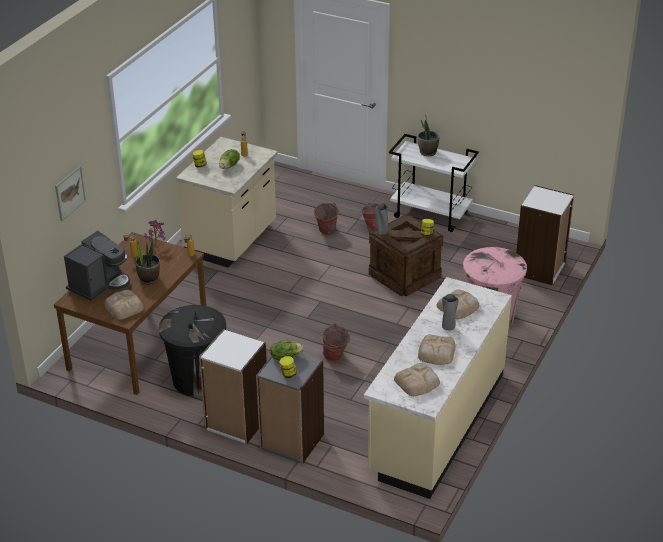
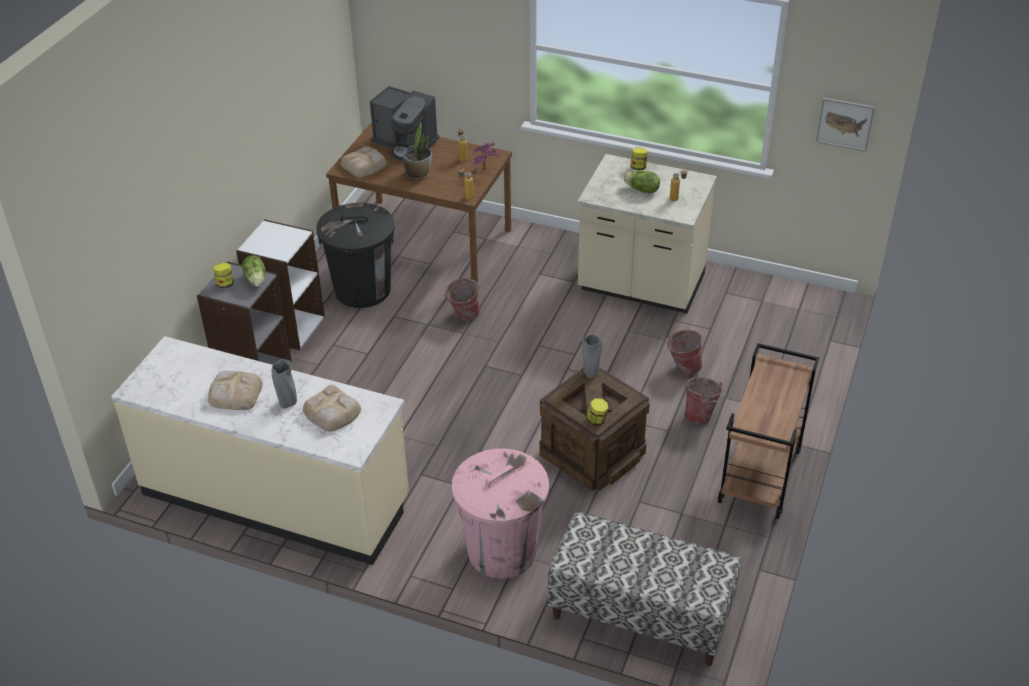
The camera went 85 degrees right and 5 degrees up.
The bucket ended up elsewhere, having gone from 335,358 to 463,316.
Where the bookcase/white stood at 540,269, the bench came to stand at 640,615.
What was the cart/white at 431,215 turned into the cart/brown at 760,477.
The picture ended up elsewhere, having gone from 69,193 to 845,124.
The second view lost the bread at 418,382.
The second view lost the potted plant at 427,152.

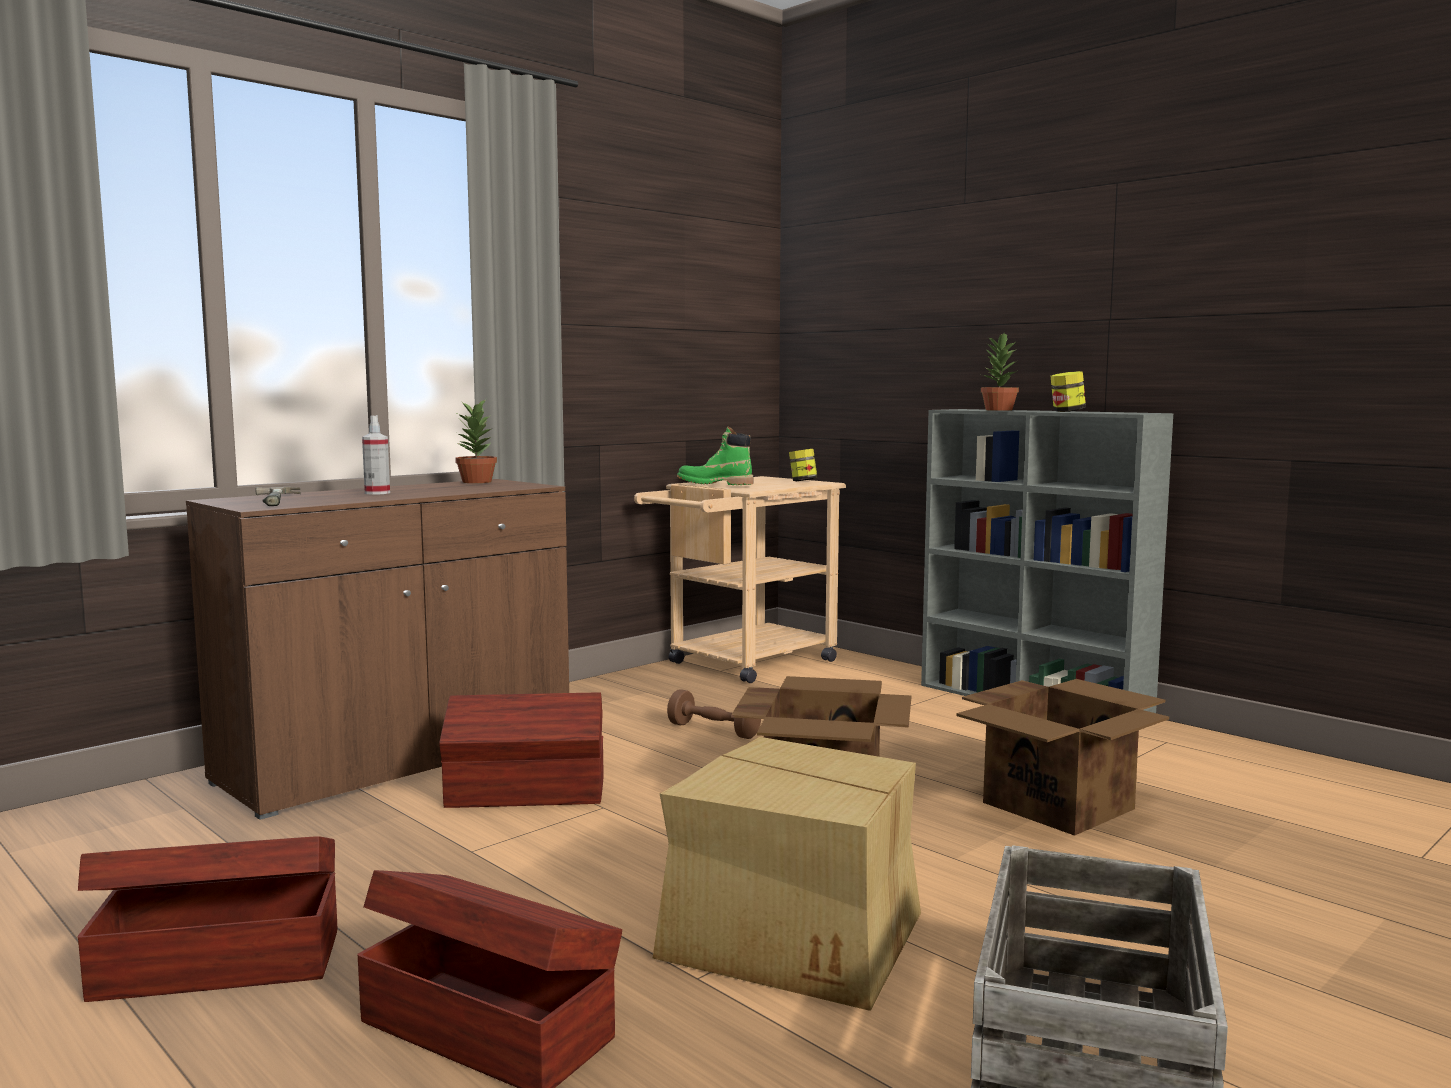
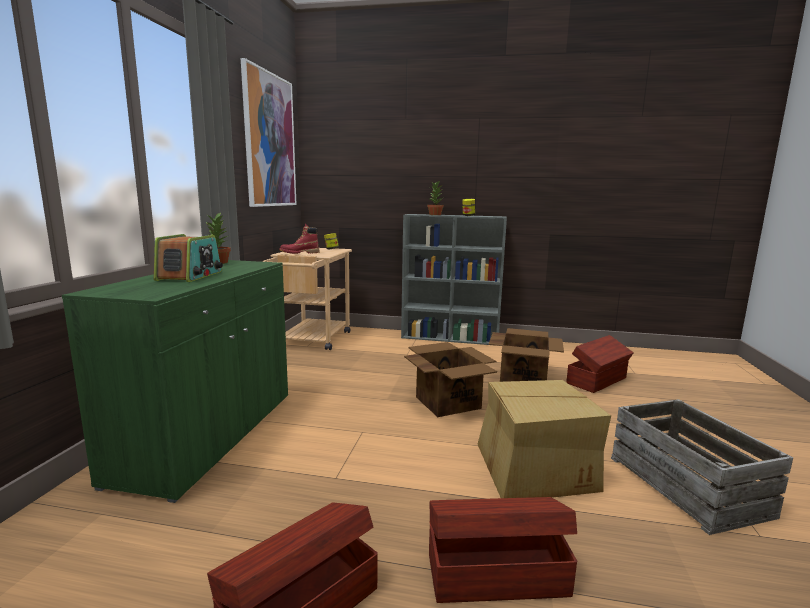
The camera went 35 degrees left and 5 degrees up.
What was the cabinet/brown at 399,760 turned into the cabinet/green at 209,435.
Where the spray bottle stood at 377,493, the radio came to stand at 190,276.
The second view gained the picture at 269,141.
What was the boot/green at 715,484 turned into the boot/red at 299,253.
The storage box/brown ended up elsewhere, having gone from 527,794 to 598,380.
The second view lost the hammer at 281,500.
The second view lost the dumbbell/brown at 713,730.

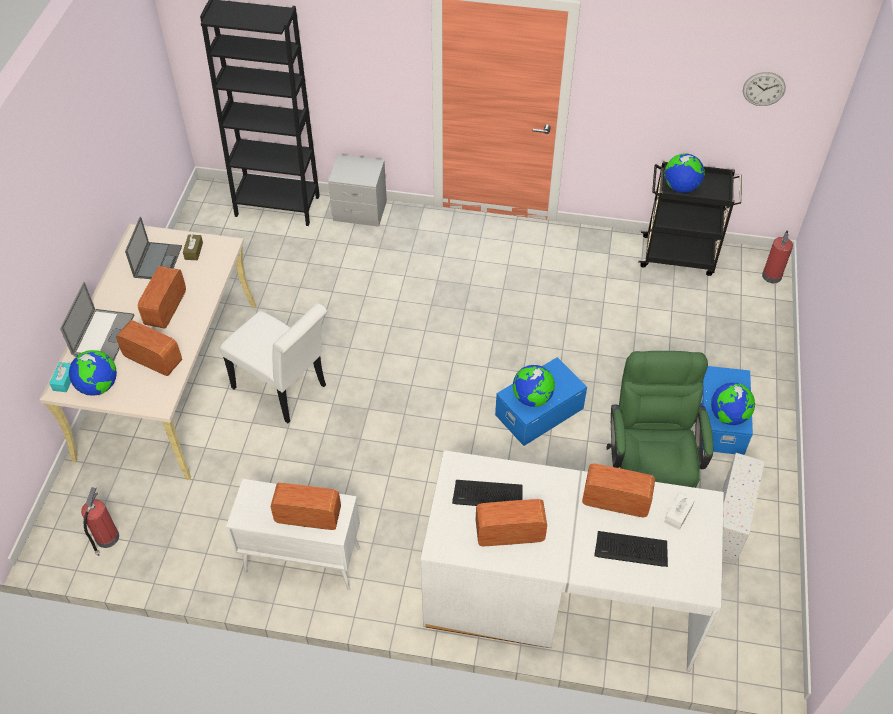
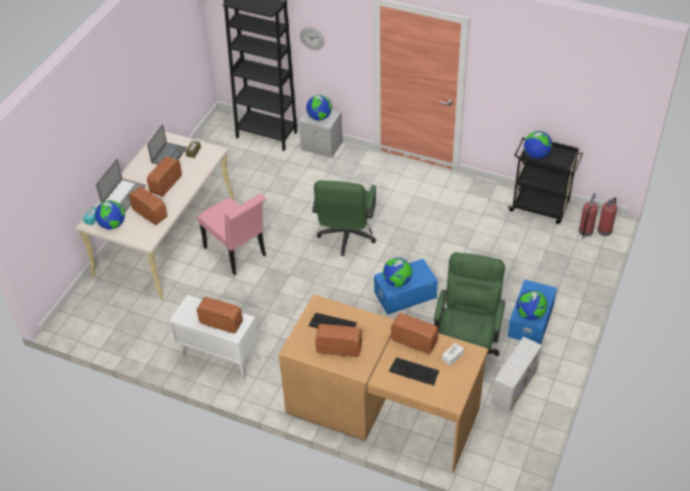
The camera went 15 degrees right and 5 degrees down.
What was the chair/white at 284,390 turned into the chair/pink at 237,254.
What was the desk/white at 561,593 turned into the desk/brown at 383,409.
The wall clock ended up elsewhere, having gone from 764,89 to 312,38.
The second view gained the globe at 319,117.
The second view gained the office chair/green at 346,237.
The fire extinguisher ended up elsewhere, having gone from 106,538 to 585,231.

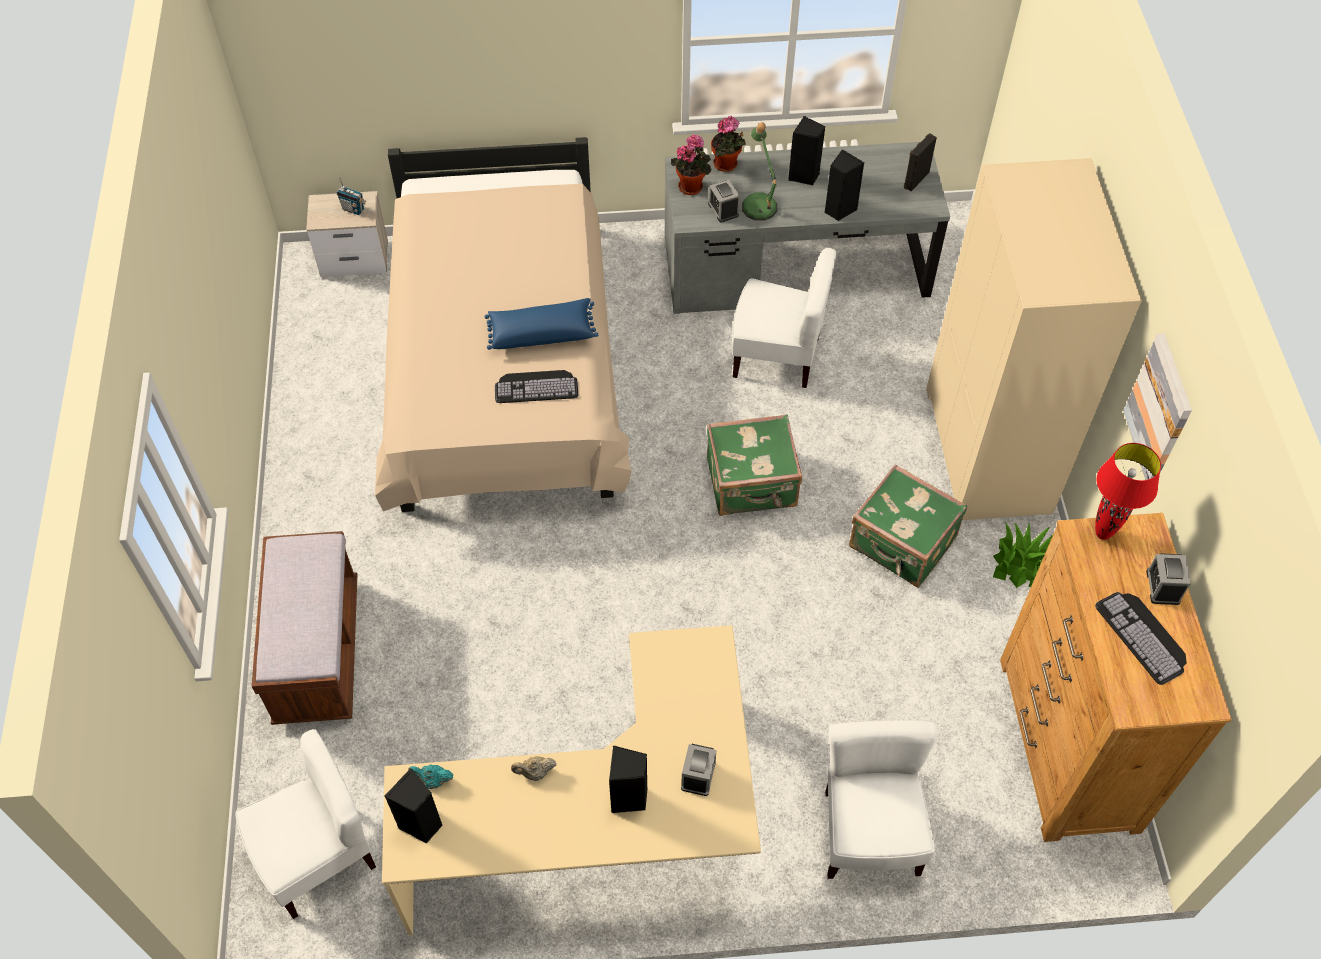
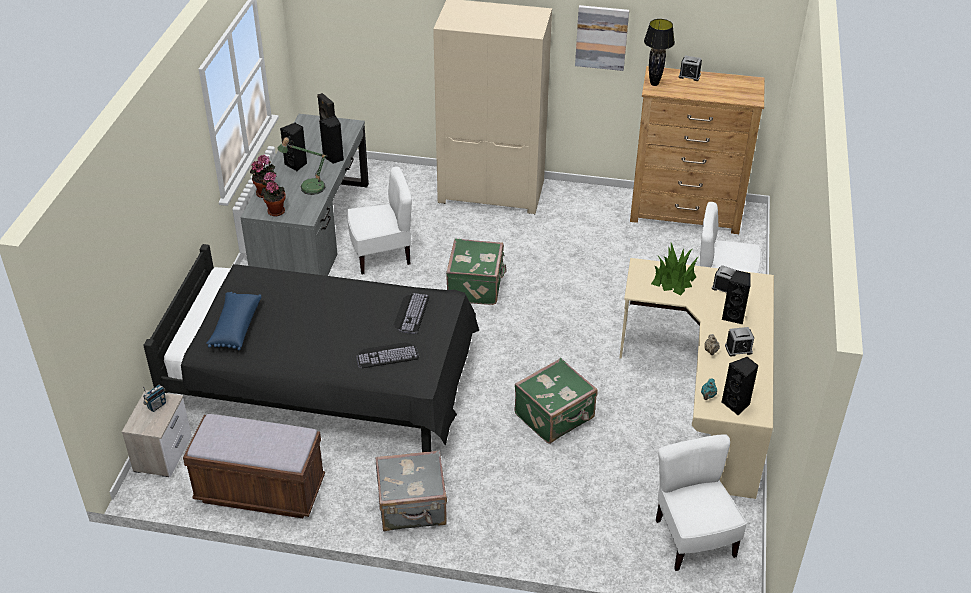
The camera went 75 degrees left and 15 degrees down.
What was the bed/beige at 504,372 turned into the bed/black at 327,384.
The bench/brown ended up elsewhere, having gone from 317,652 to 260,491.
The pillow/blue ended up elsewhere, having gone from 542,333 to 235,327.
The chair/white at 777,356 ended up facing another way, 45 degrees clockwise from before.
The keyboard ended up elsewhere, having gone from 1144,636 to 387,354.
The second view gained the suitcase/grey at 412,507.
The suitcase/green ended up elsewhere, having gone from 901,544 to 555,417.
What was the table lamp/red at 1102,533 turned into the table lamp/black at 654,84.
The potted plant ended up elsewhere, having gone from 1021,564 to 673,279.
The alarm clock ended up elsewhere, having gone from 723,209 to 738,349.

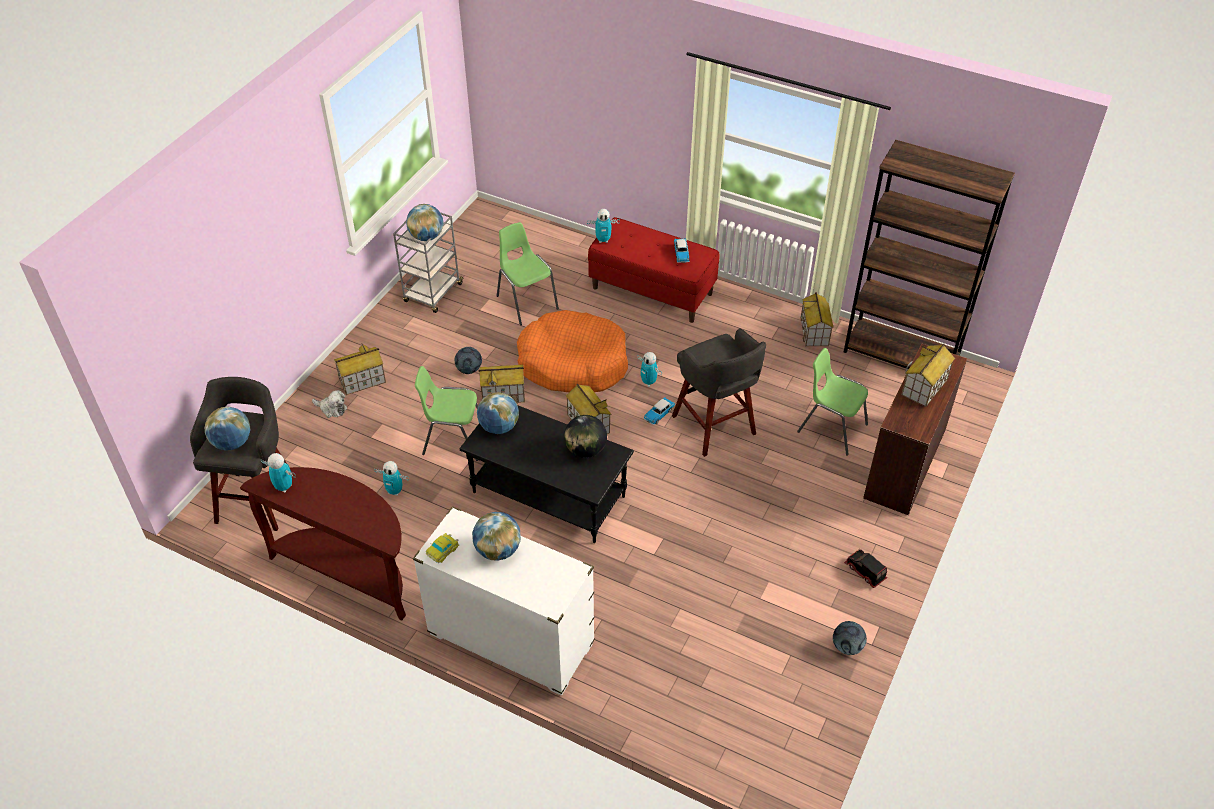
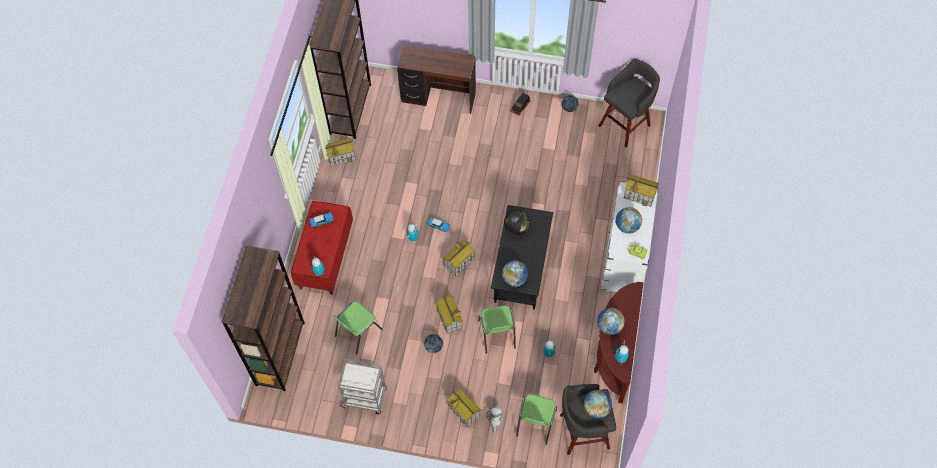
The camera went 105 degrees left and 15 degrees up.
The second view gained the bookcase/brown at 280,353.
The chair/green ended up elsewhere, having gone from 831,428 to 535,423.
The globe ended up elsewhere, having gone from 426,236 to 609,326.
The stool/grey ended up elsewhere, having gone from 715,427 to 625,124.
The toy house ended up elsewhere, having gone from 924,387 to 640,195.
The second view lost the dog bed/orange at 573,363.

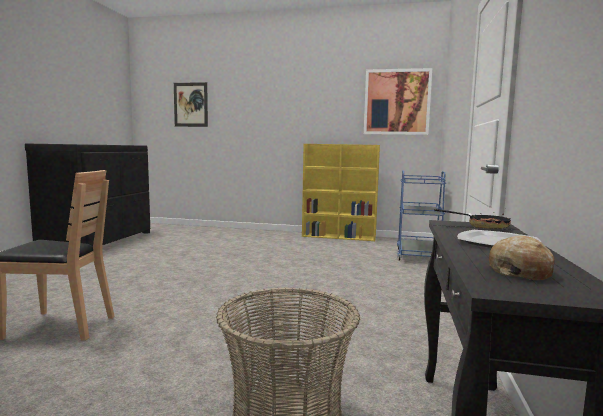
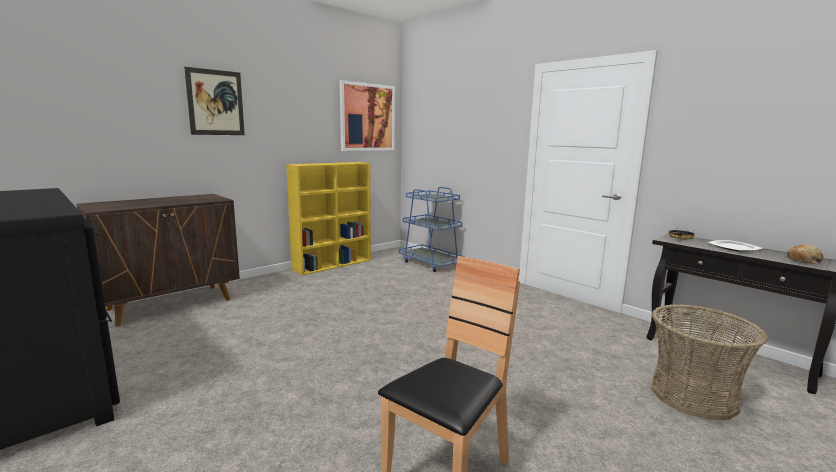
The camera went 55 degrees left and 5 degrees up.
The second view gained the cabinet/brown at 171,304.
The picture ended up elsewhere, having gone from 190,104 to 215,102.

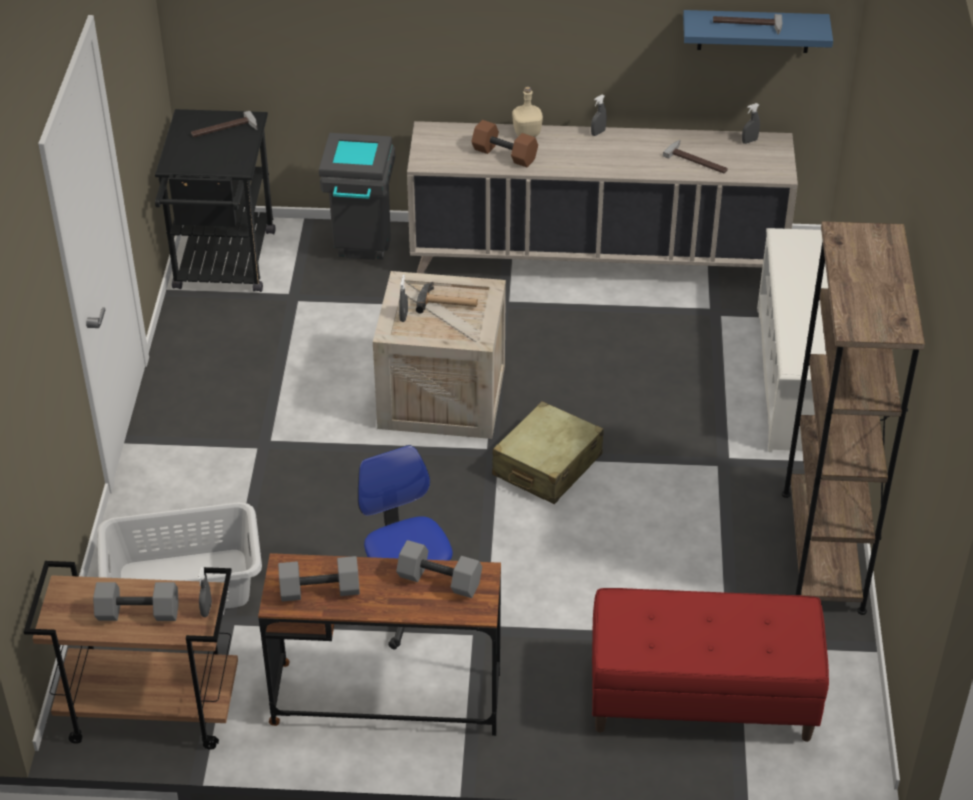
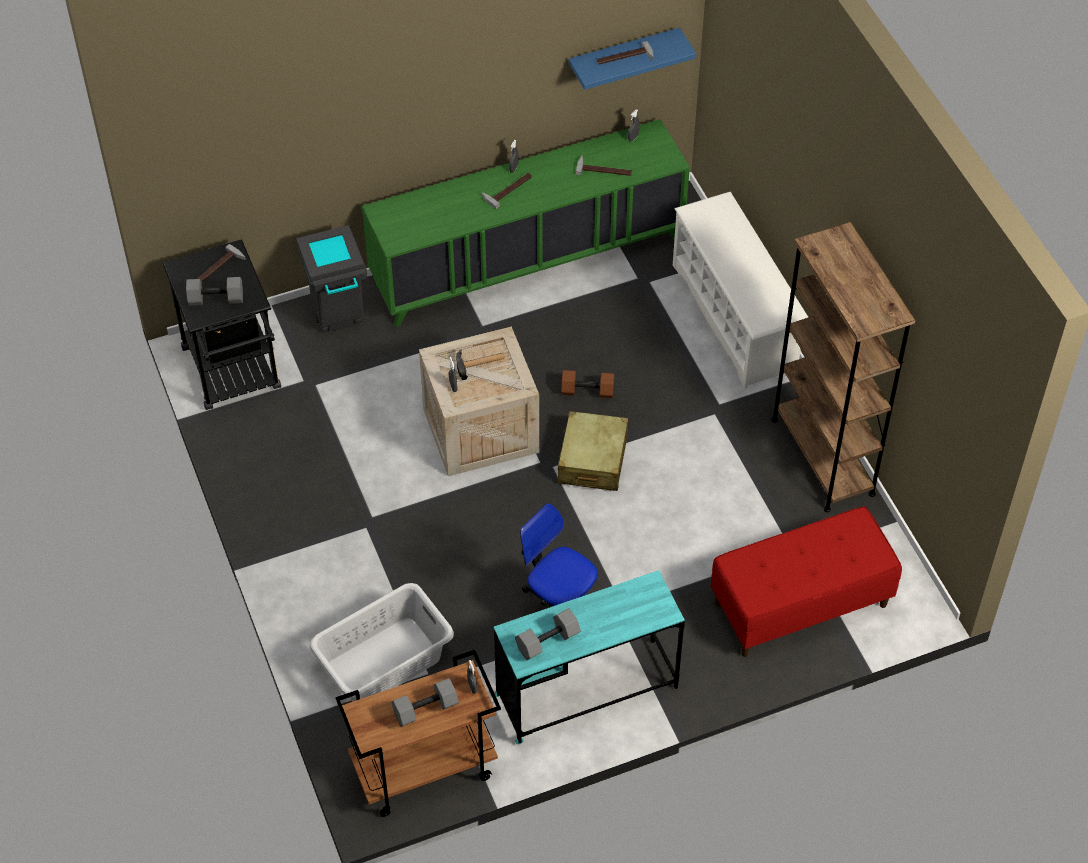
The camera went 25 degrees left and 10 degrees up.
The dumbbell/grey ended up elsewhere, having gone from 438,581 to 215,299.
What was the cabinet/beige at 596,258 turned into the cabinet/green at 527,262.
The second view gained the hammer at 508,188.
What was the desk/brown at 387,699 turned into the desk/turquoise at 586,691.
The dumbbell/brown ended up elsewhere, having gone from 505,154 to 588,390.
The second view lost the bottle/beige at 526,133.

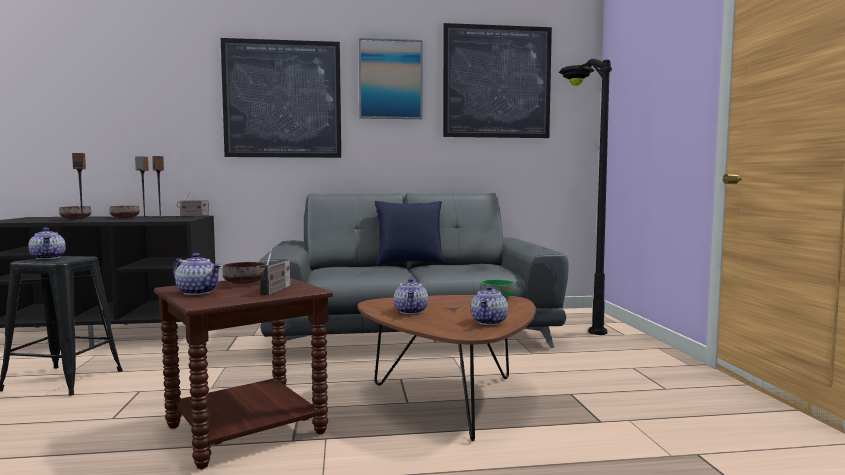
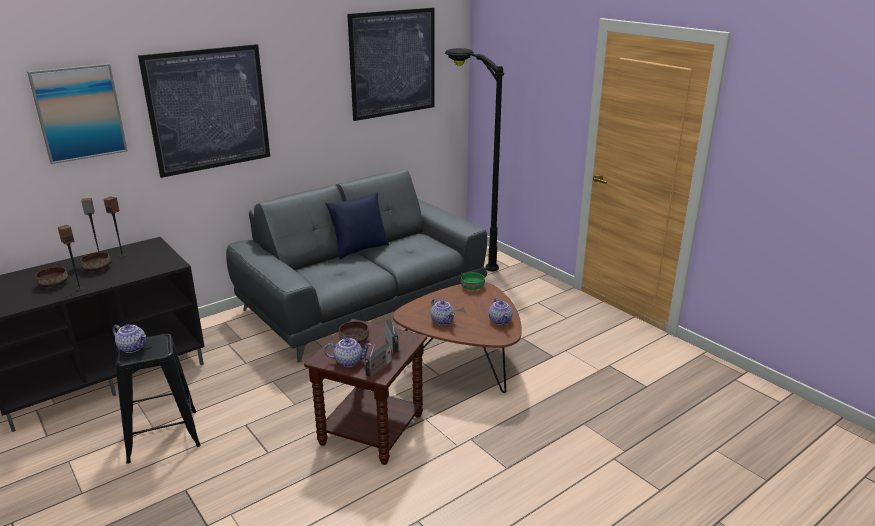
The camera went 30 degrees left and 20 degrees up.
The picture ended up elsewhere, having gone from 390,79 to 79,113.
The radio ended up elsewhere, having gone from 193,216 to 378,369.

